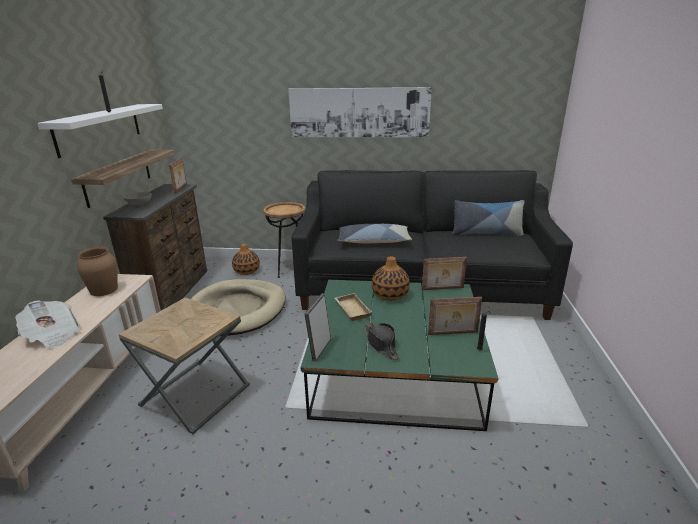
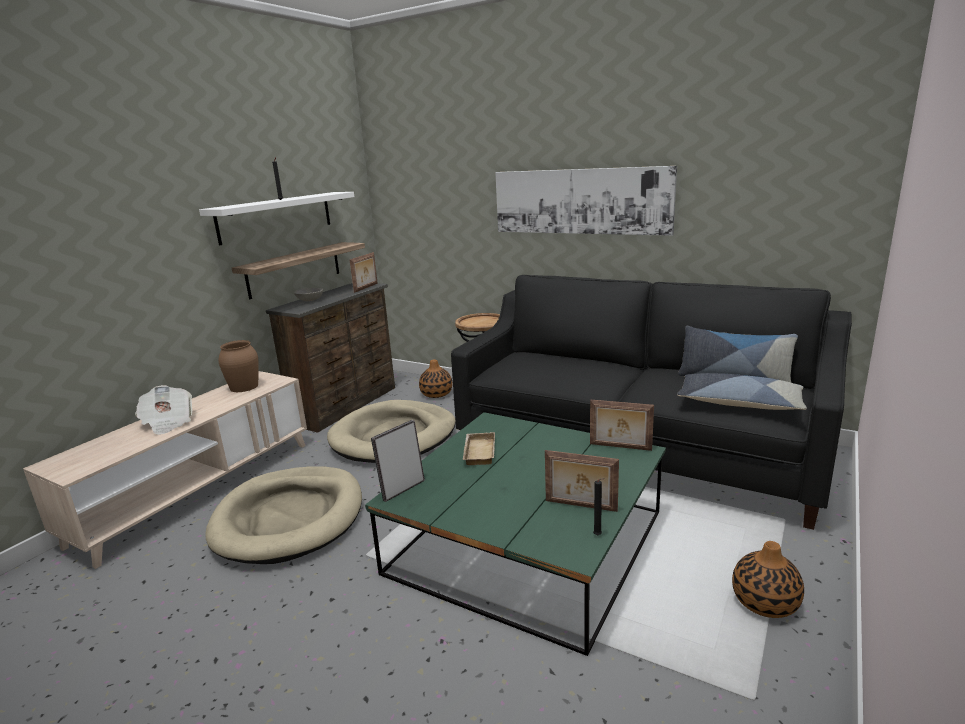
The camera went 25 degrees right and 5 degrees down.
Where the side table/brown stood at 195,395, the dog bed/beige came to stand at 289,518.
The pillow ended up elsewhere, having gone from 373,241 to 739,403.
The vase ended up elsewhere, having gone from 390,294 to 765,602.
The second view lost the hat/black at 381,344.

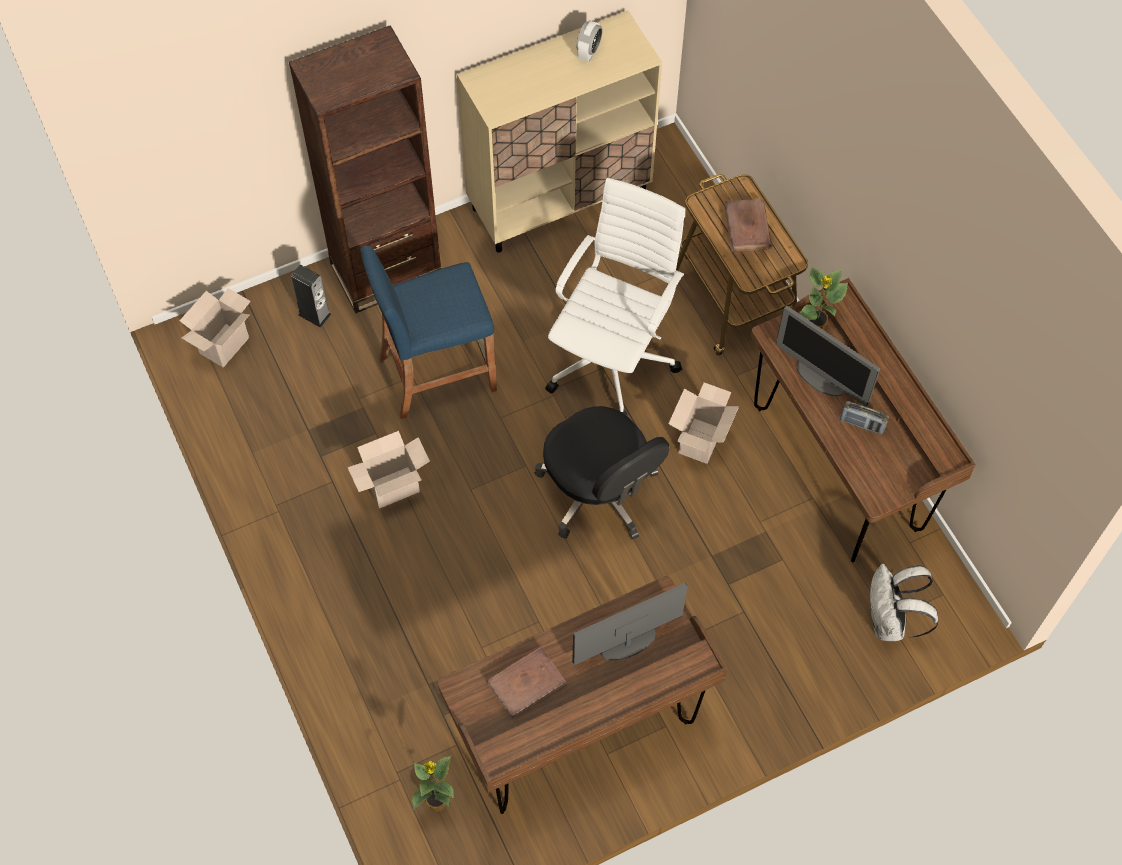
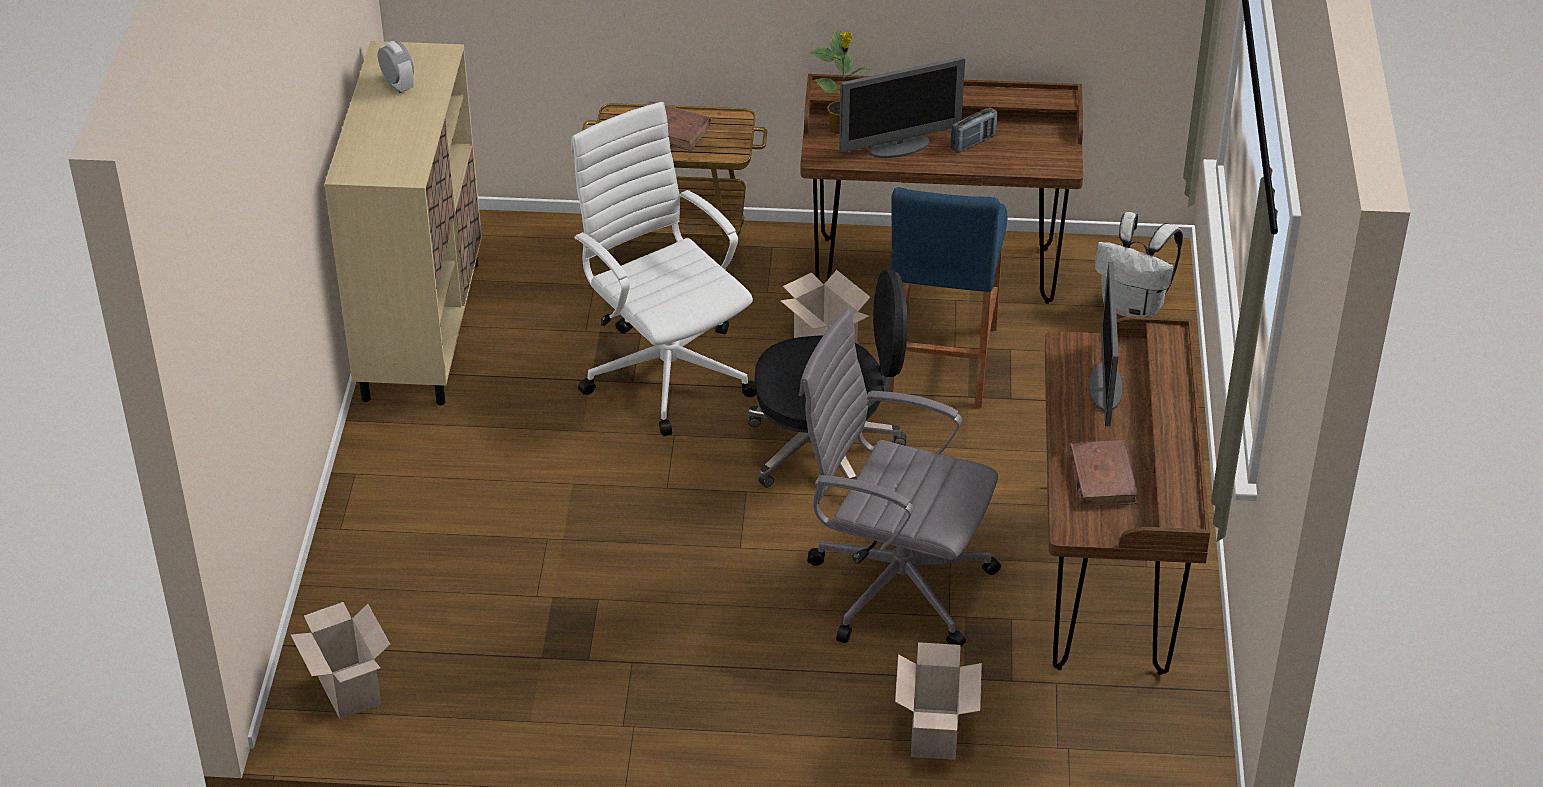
The camera went 60 degrees left and 20 degrees down.
The second view gained the office chair/grey at 894,584.
The stool/blue ended up elsewhere, having gone from 437,373 to 940,361.
The cardboard box ended up elsewhere, having gone from 392,489 to 936,736.
The second view lost the bookcase/brown at 386,271.
The second view lost the speaker at 314,314.
The second view lost the potted plant at 437,802.

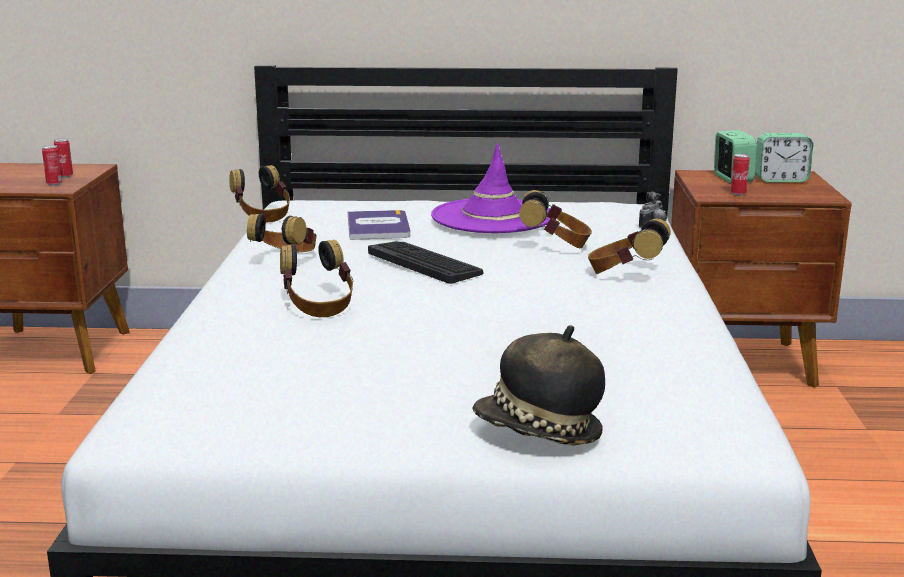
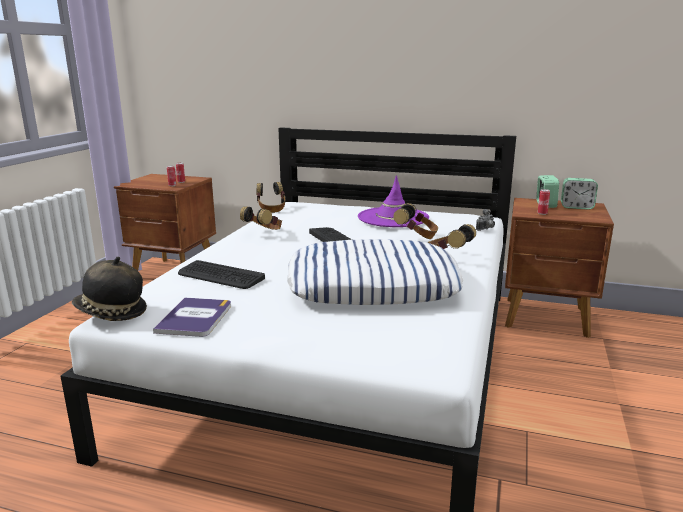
The camera went 15 degrees right and 0 degrees up.
The hat ended up elsewhere, having gone from 538,432 to 111,313.
The book ended up elsewhere, having gone from 378,226 to 195,318.
The second view gained the keyboard at 220,276.
The second view gained the pillow at 373,285.
The second view lost the headphones at 318,307.

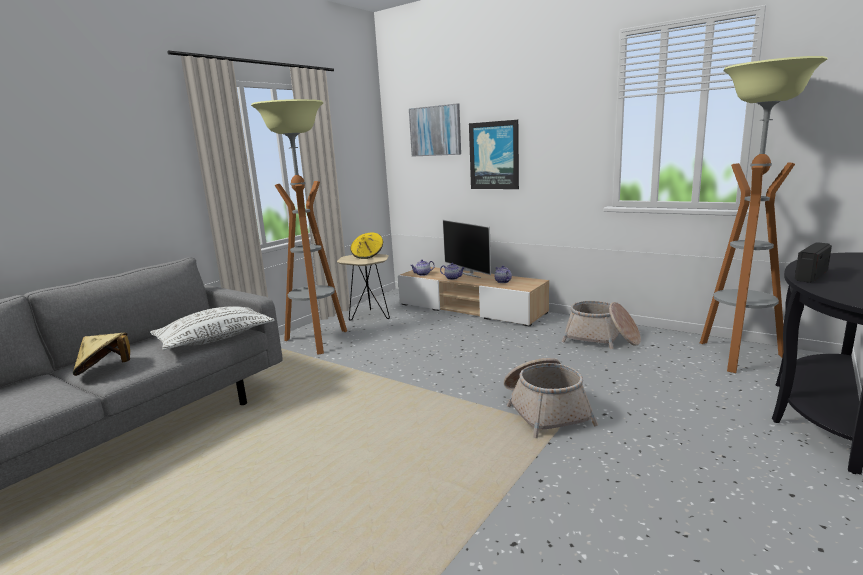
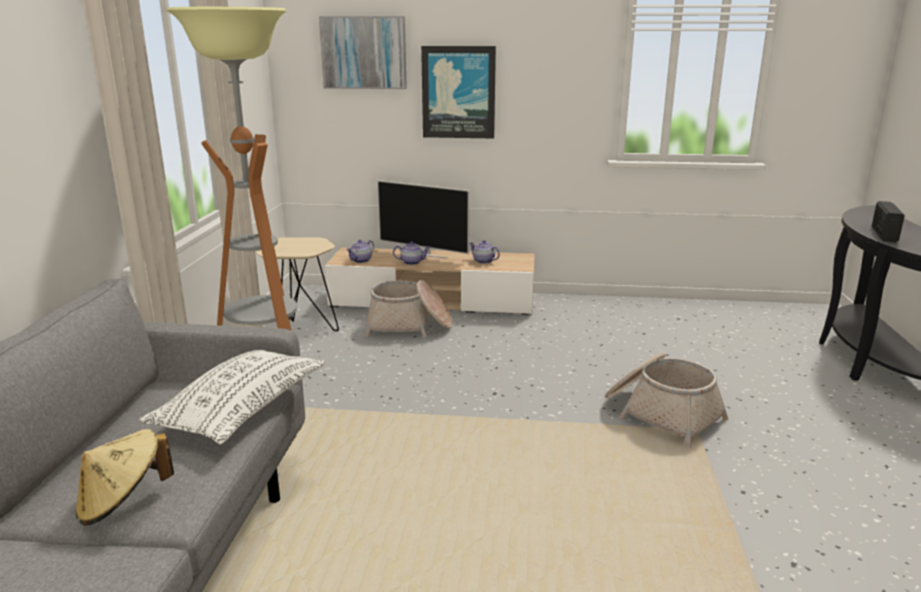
The camera went 30 degrees left and 5 degrees up.
The basket ended up elsewhere, having gone from 601,339 to 409,326.
The second view lost the hat/yellow at 368,255.
The second view lost the floor lamp at 738,356.

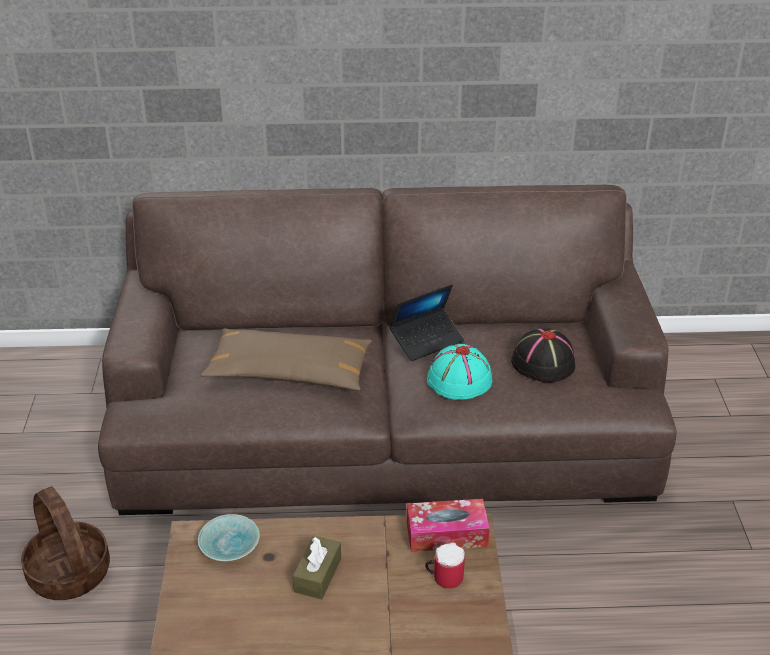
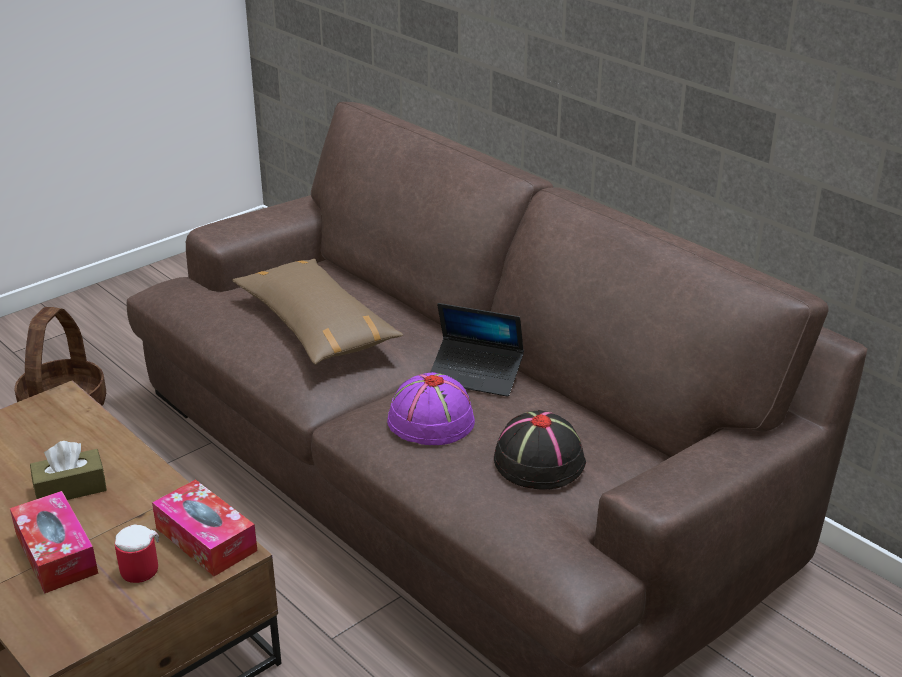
The camera went 50 degrees right and 5 degrees down.
The second view gained the tissue box at 56,553.
What was the hat/turquoise at 459,380 turned into the hat/purple at 430,421.
The second view lost the bowl/turquoise at 231,546.

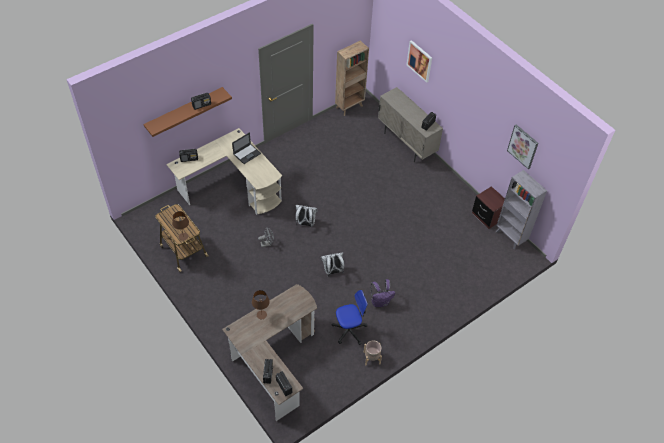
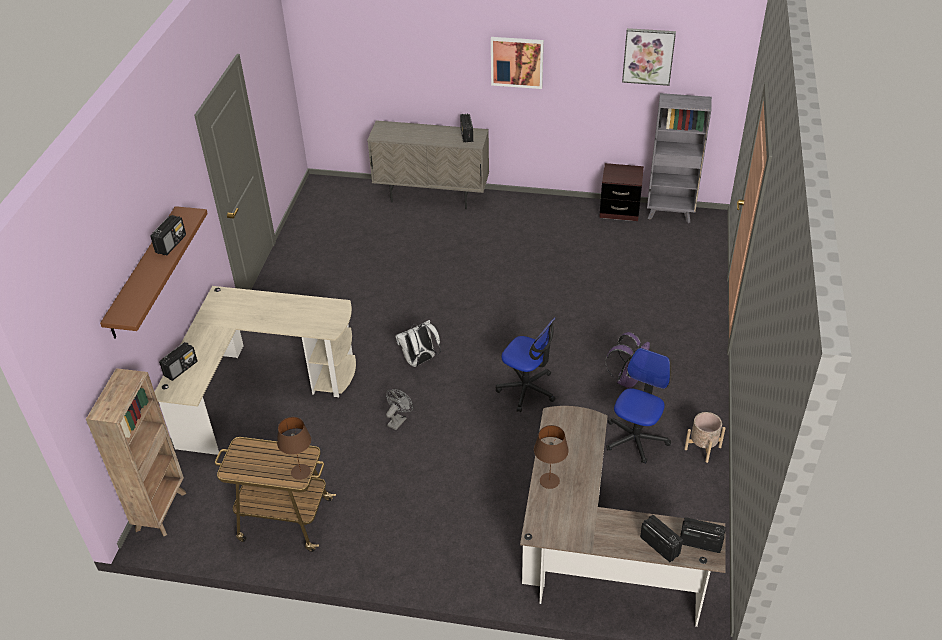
The camera went 40 degrees left and 10 degrees down.
The bookcase/brown ended up elsewhere, having gone from 350,106 to 161,510.
The picture ended up elsewhere, having gone from 419,61 to 517,62.
Where the backpack/white stood at 333,271, the office chair came to stand at 527,389.
The second view lost the laptop at 247,153.

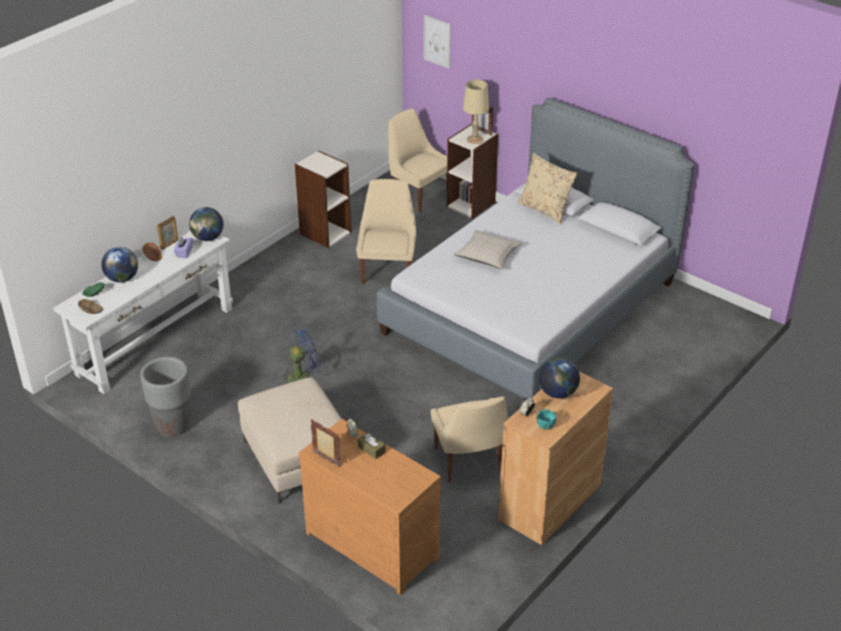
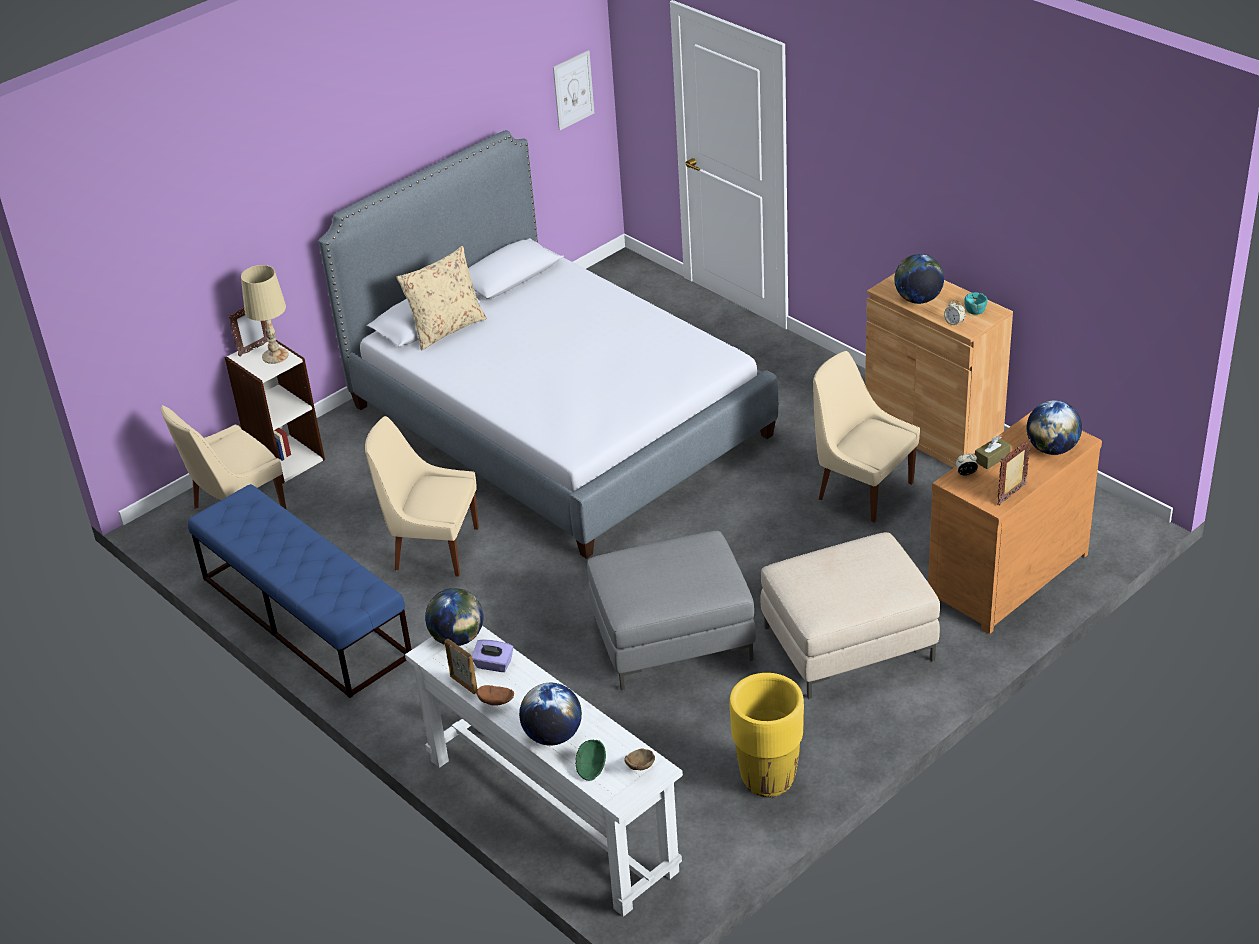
The camera went 80 degrees left and 0 degrees up.
Where the bookcase stood at 324,233, the bench/blue came to stand at 304,616.
The picture ended up elsewhere, having gone from 437,41 to 573,90.
Where the fan/blue stood at 303,377, the ottoman/grey came to stand at 672,638.
What was the planter/grey at 173,426 turned into the planter/yellow at 768,779.
The chair/beige at 469,462 ended up facing another way, 135 degrees counterclockwise from before.
The second view gained the globe at 1052,449.
The second view lost the pillow/beige at 487,255.

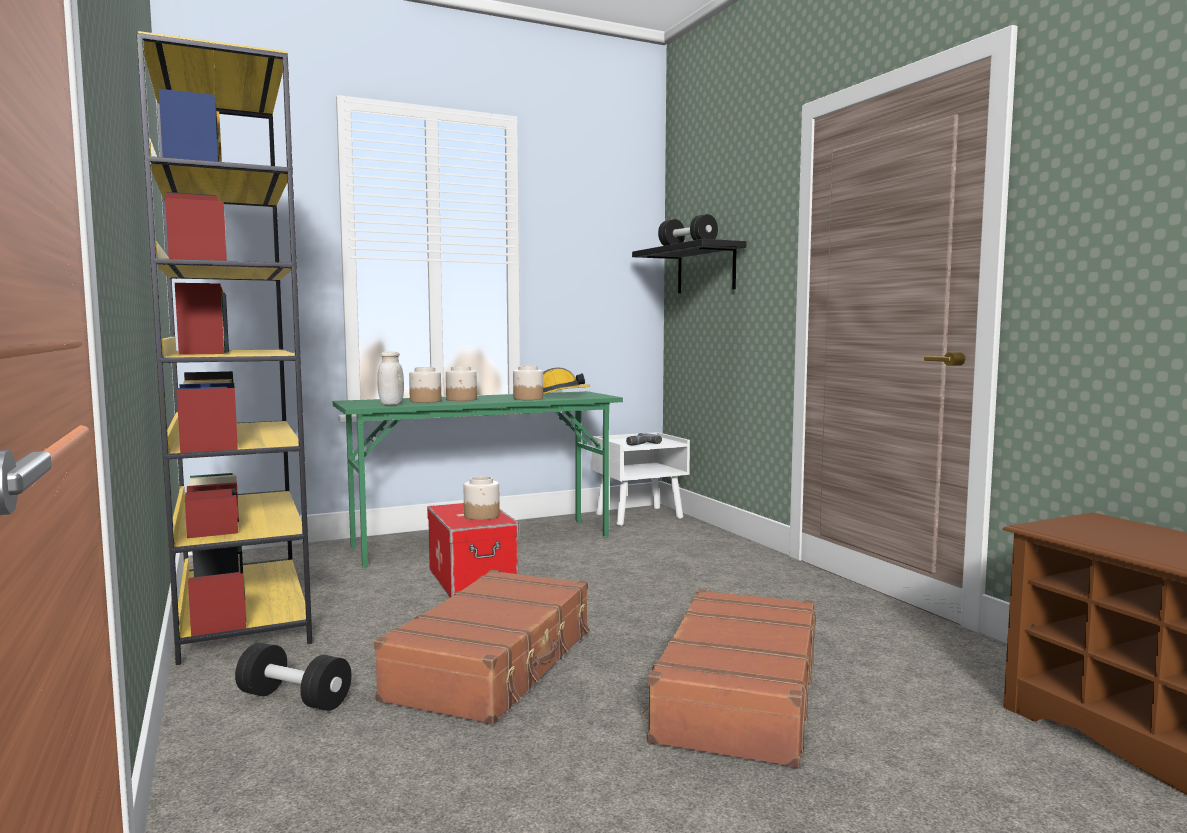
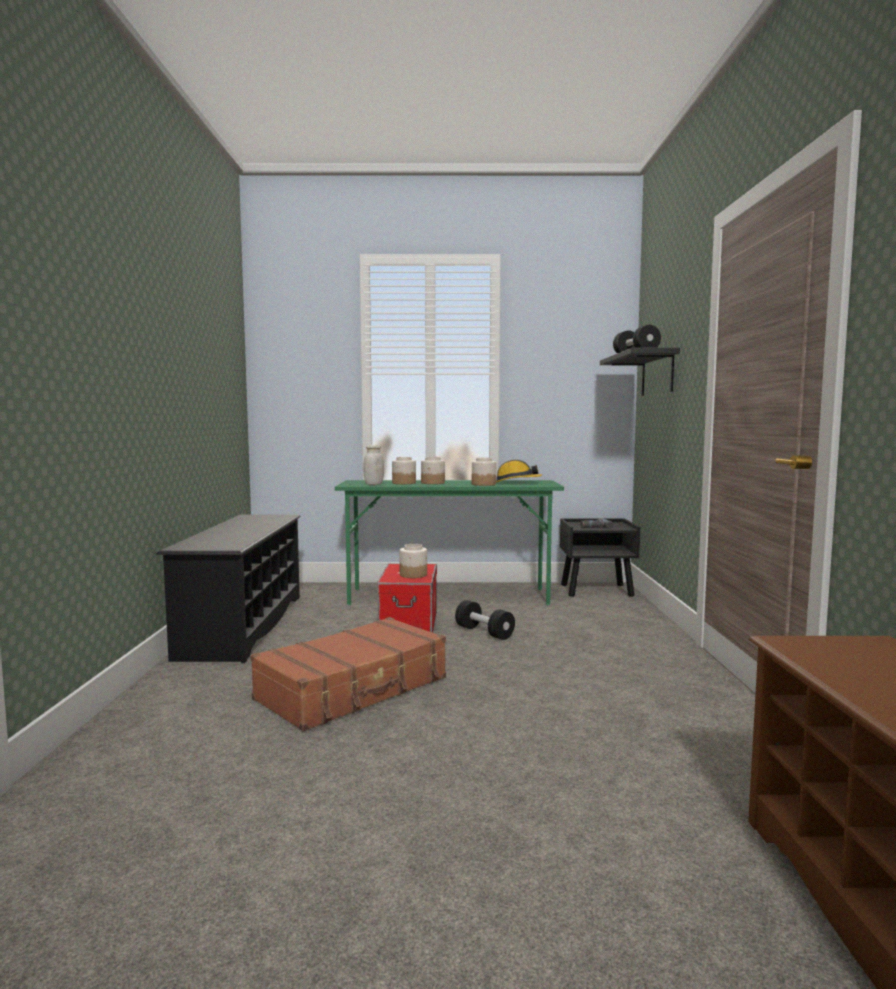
The camera went 25 degrees right and 0 degrees up.
Where the bookcase/yellow stood at 241,613, the shoe rack/black came to stand at 243,625.
The dumbbell/black ended up elsewhere, having gone from 294,699 to 484,632.
What was the nightstand/white at 639,516 turned into the nightstand/black at 597,590.
The second view lost the suitcase/brown at 737,695.

